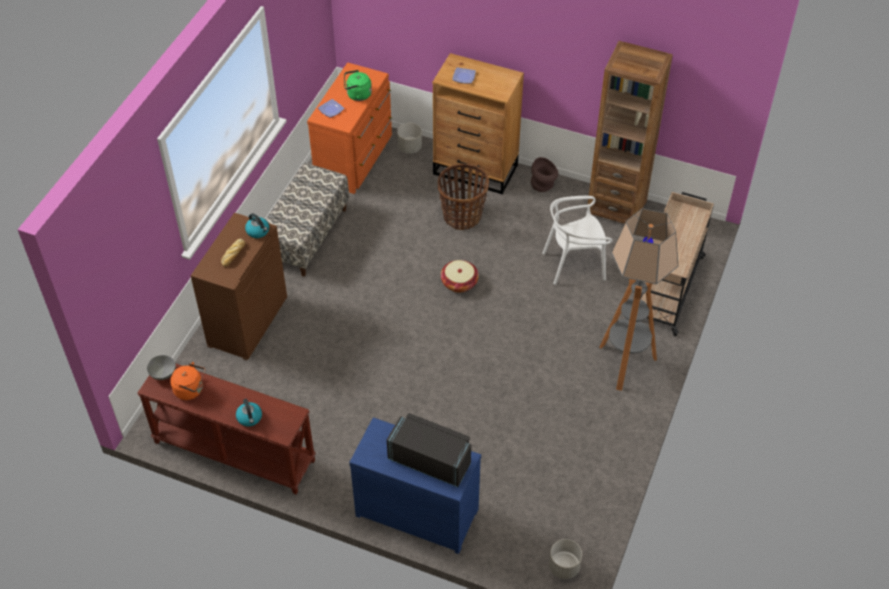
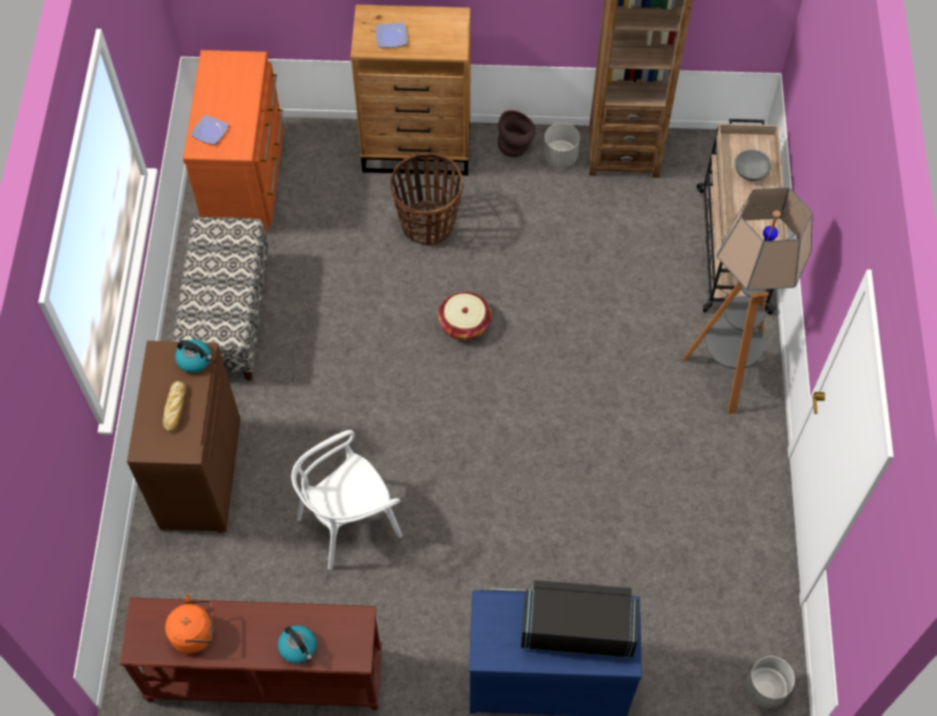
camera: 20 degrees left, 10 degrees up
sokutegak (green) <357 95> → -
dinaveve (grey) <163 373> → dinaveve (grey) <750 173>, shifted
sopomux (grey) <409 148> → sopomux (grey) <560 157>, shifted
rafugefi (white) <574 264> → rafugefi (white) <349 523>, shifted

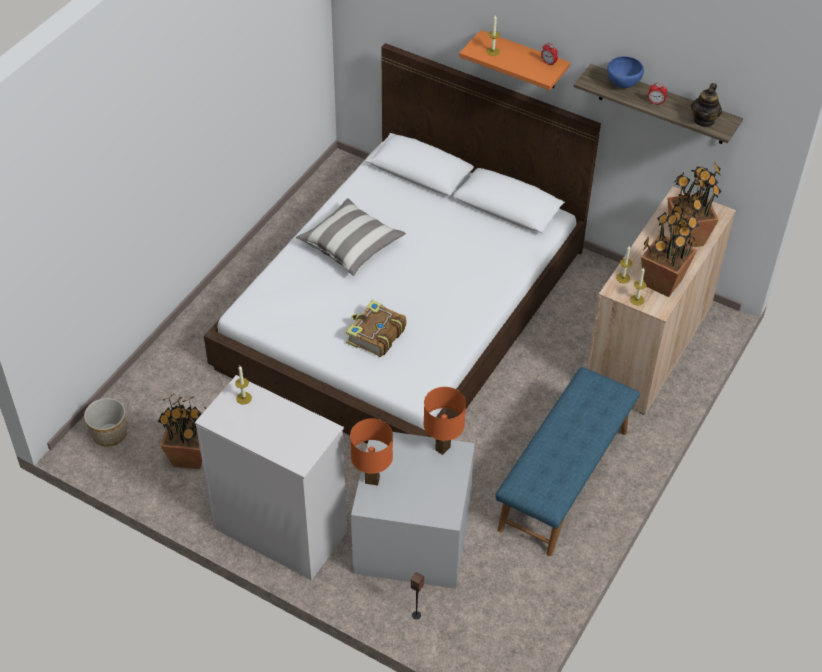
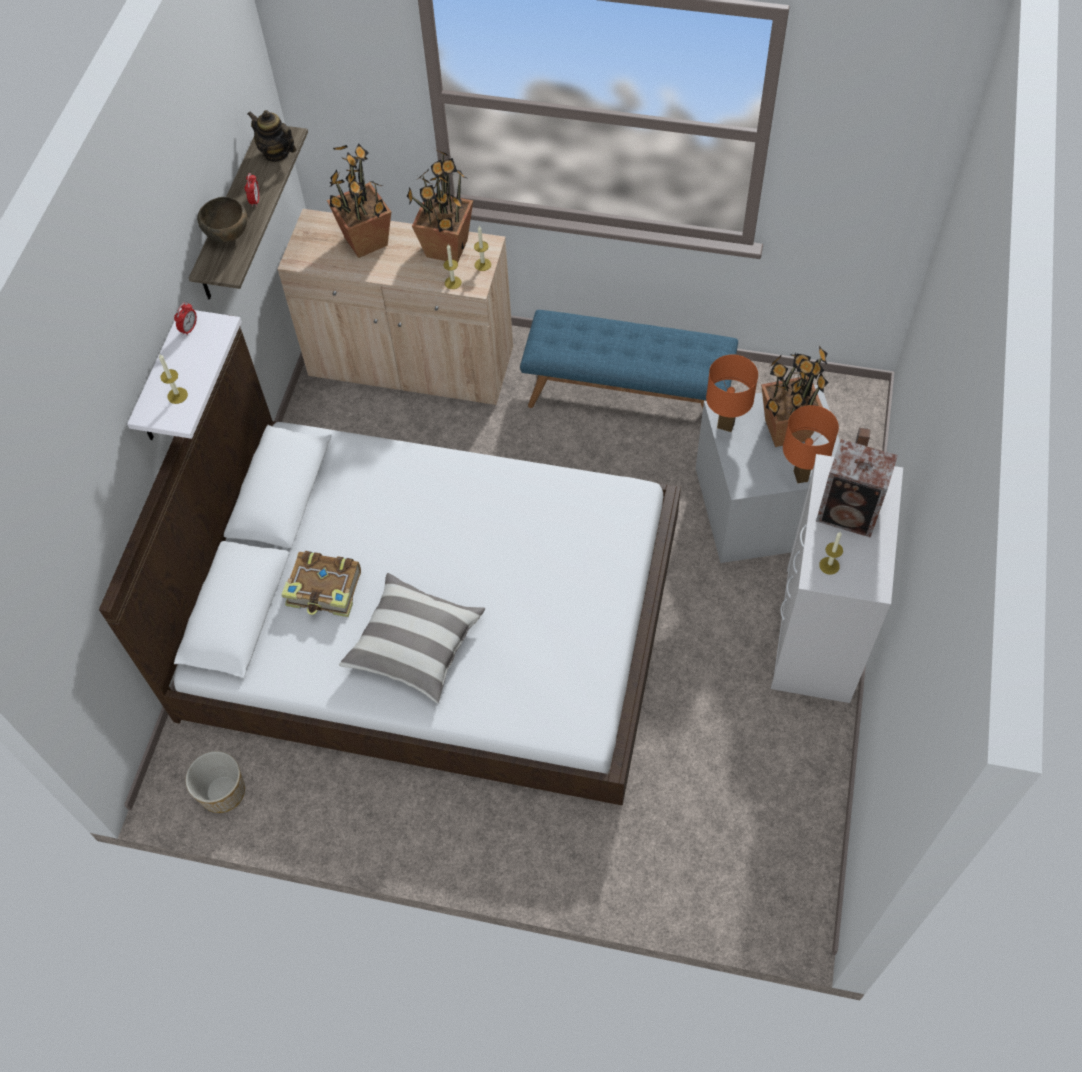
camera: 105 degrees left, 10 degrees up
- → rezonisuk <850 514>
sopomux <110 434> → sopomux <222 791>, shifted
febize <190 456> → febize <785 429>, shifted
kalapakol <375 335> → kalapakol <325 590>, shifted
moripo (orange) <523 60> → moripo (white) <161 381>
dinaveve (blue) <622 86> → dinaveve (brown) <229 237>
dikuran <704 120> → dikuran <276 153>, 150 degrees counterclockwise

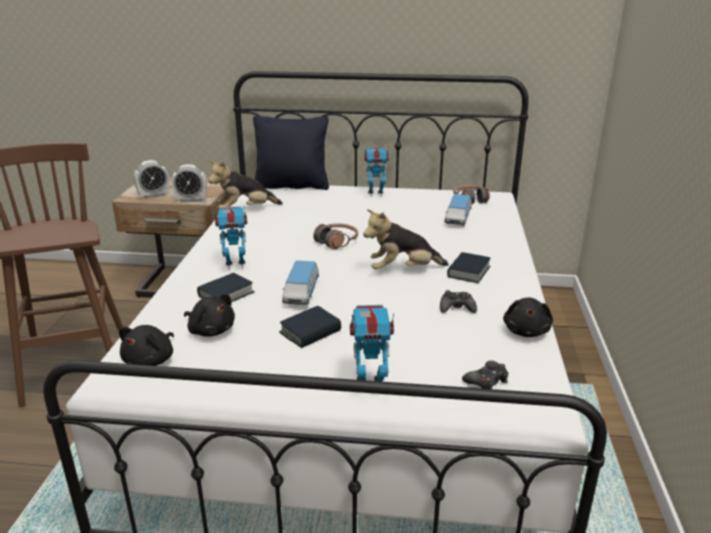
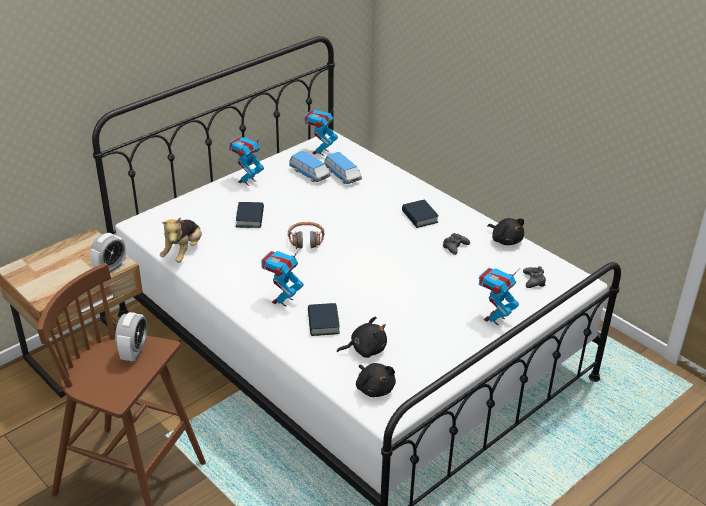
camera: 50 degrees left, 10 degrees up
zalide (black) <292 186> → -
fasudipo <403 270> → -
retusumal <154 195> → retusumal <134 352>, shifted
kalapakol <310 332> → kalapakol <250 218>, shifted
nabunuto <301 294> → nabunuto <309 174>, shifted
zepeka <471 200> → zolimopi <320 152>

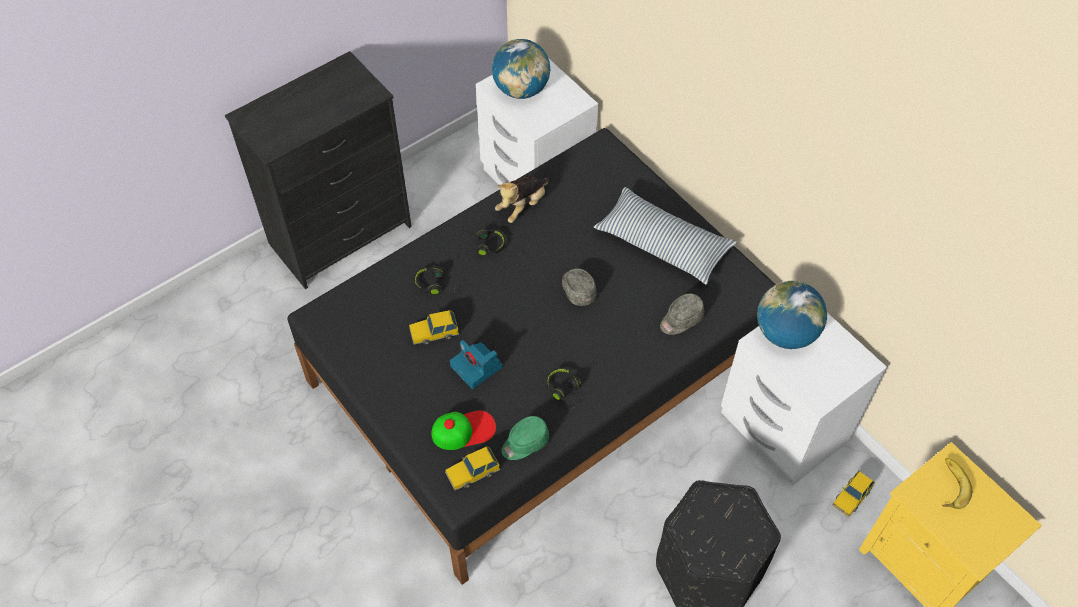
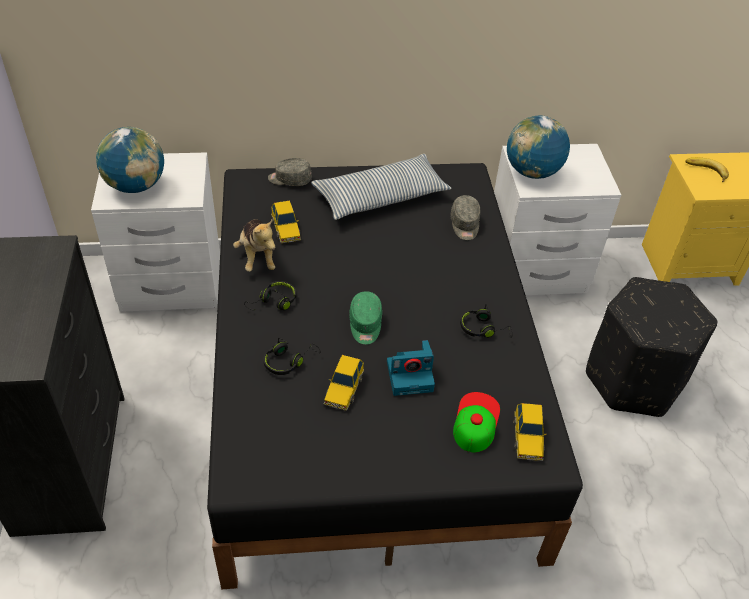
camera: 60 degrees left, 10 degrees down
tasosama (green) <524 443> → tasosama (green) <365 325>, shifted
tasosama (grey) <577 289> → tasosama (grey) <289 179>, shifted
nabunuto <851 496> → nabunuto <286 229>, shifted

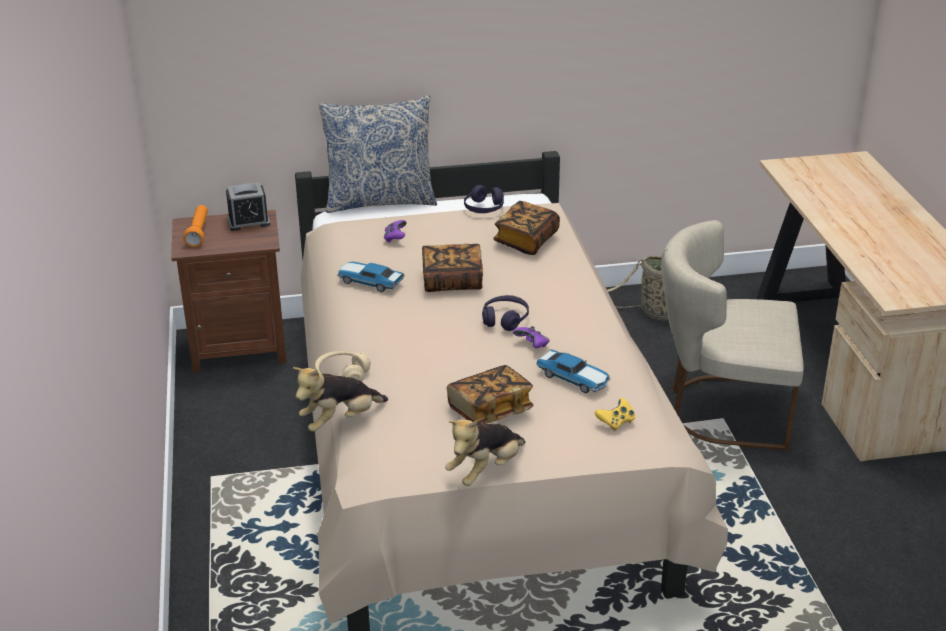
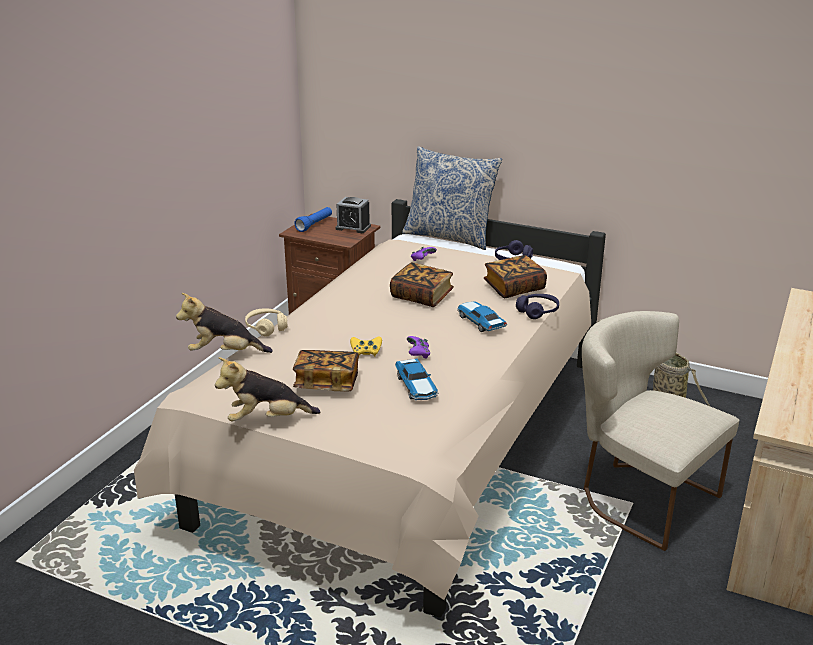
camera: 35 degrees right, 5 degrees down
nabunuto <369 282> → nabunuto <480 322>, shifted
zepeka (purple) <505 319> → zepeka (purple) <537 311>, shifted
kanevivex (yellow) <616 422> → kanevivex (yellow) <366 353>, shifted
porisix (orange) <198 232> → porisix (blue) <314 225>

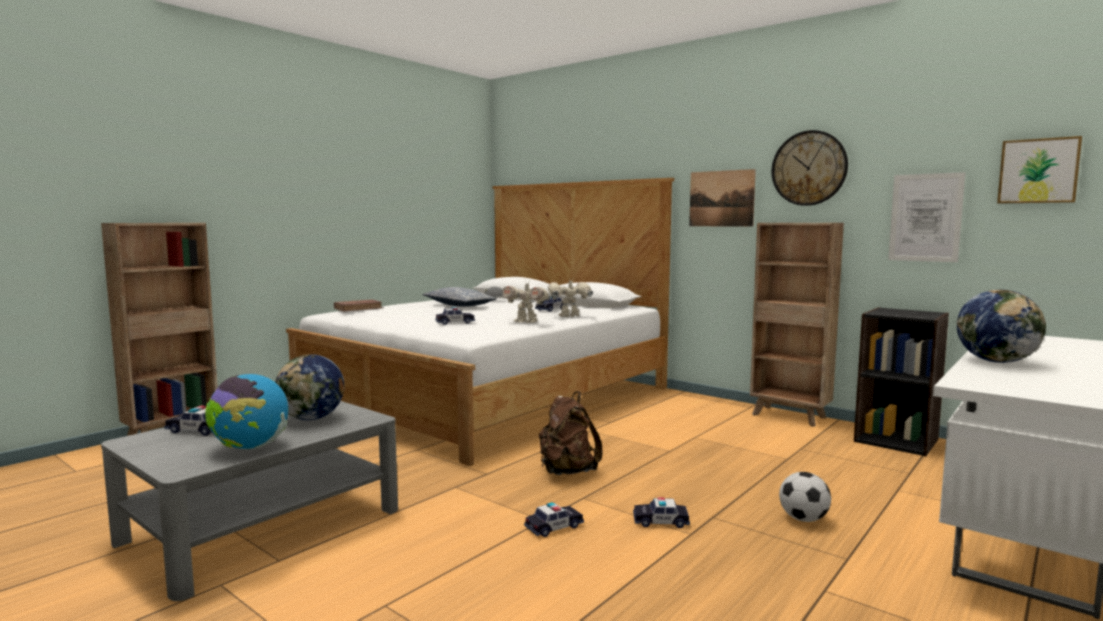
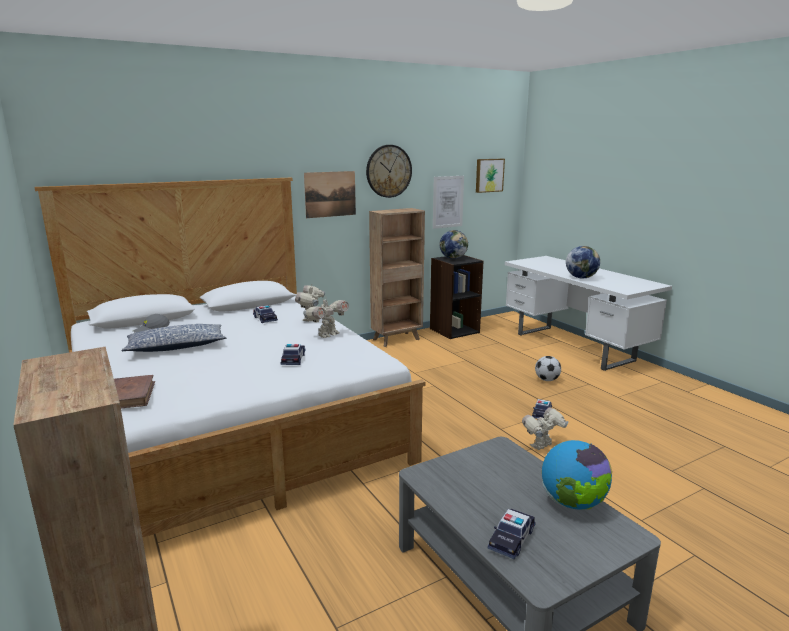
camera: 70 degrees left, 10 degrees up
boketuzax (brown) <567 471> → -
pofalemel <311 418> → pofalemel <453 258>, shifted
nabunuto <554 527> → zolimopi <542 446>

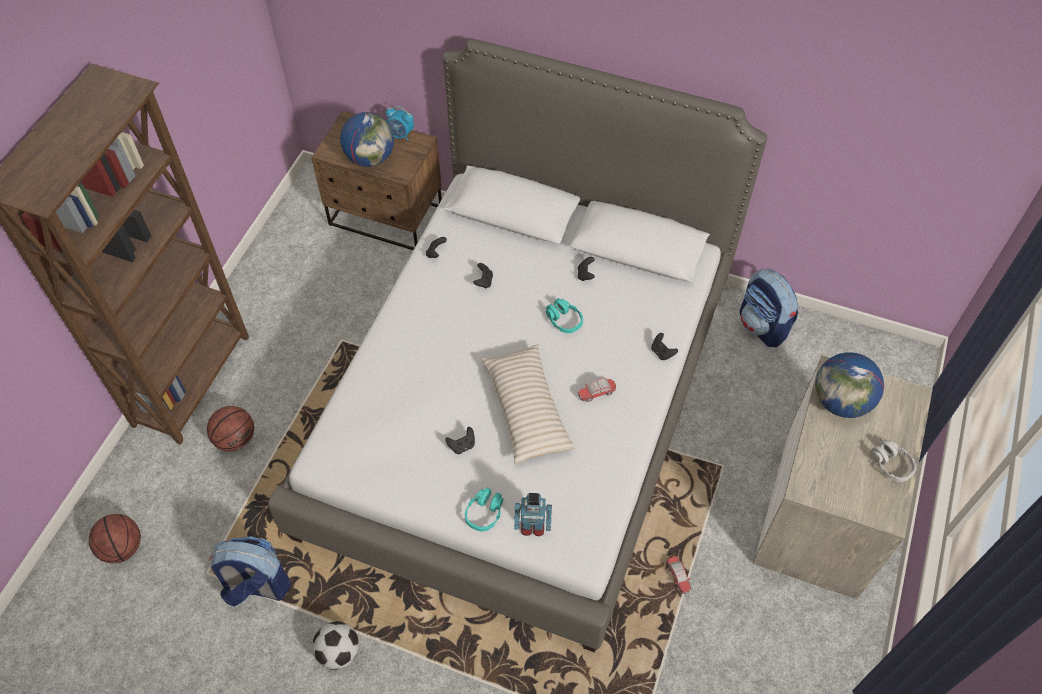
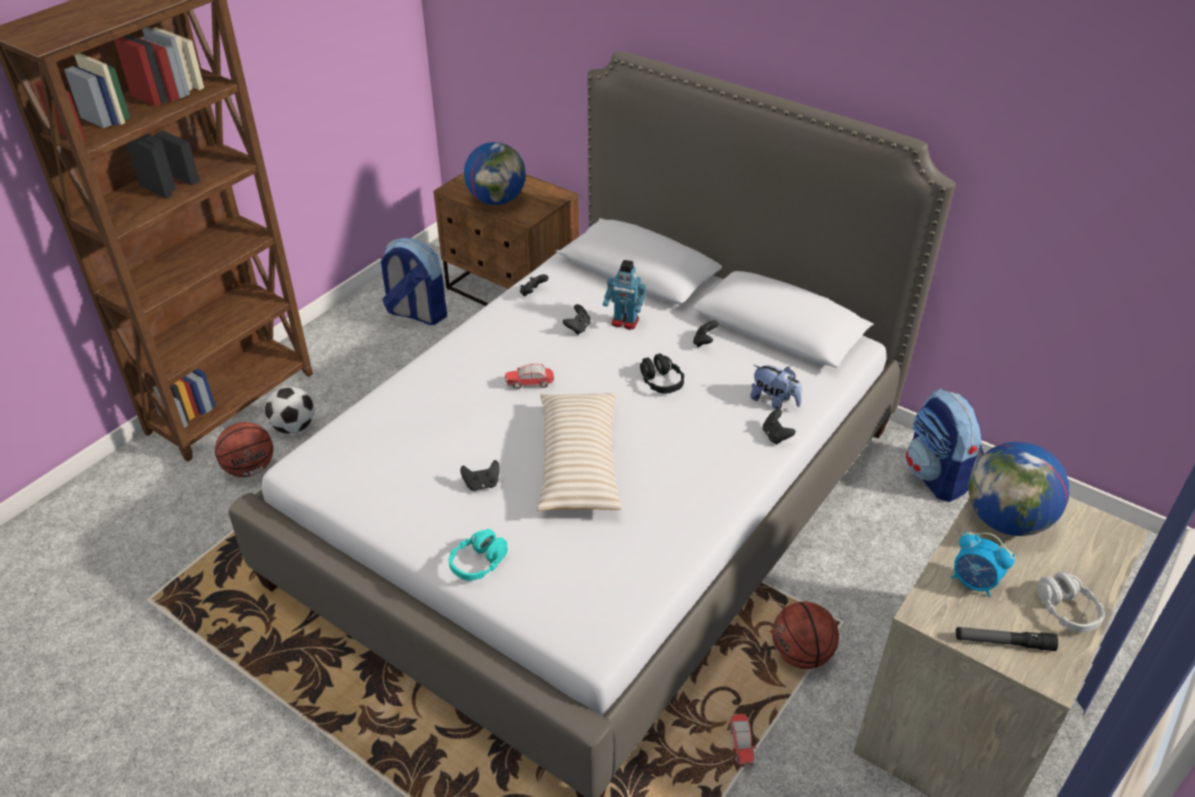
camera: 15 degrees right, 15 degrees down
- → fasudipo <774 401>
- → porisix <1003 642>
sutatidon <122 548> → sutatidon <801 654>, shifted
boketuzax <257 586> → boketuzax <416 314>, shifted
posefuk <339 652> → posefuk <294 427>, shifted
retusumal <400 135> → retusumal <974 582>, shifted
zolimopi <532 527> → zolimopi <625 322>, shifted
nabunuto <596 394> → nabunuto <530 384>, shifted
zepeka (turquoise) <564 320> → zepeka (black) <661 381>

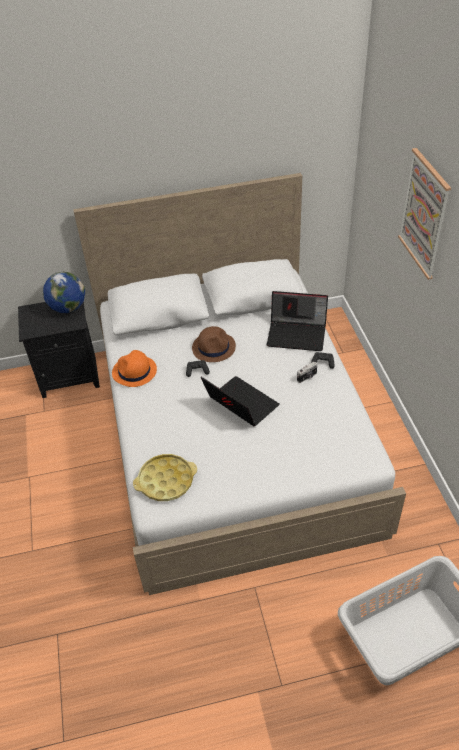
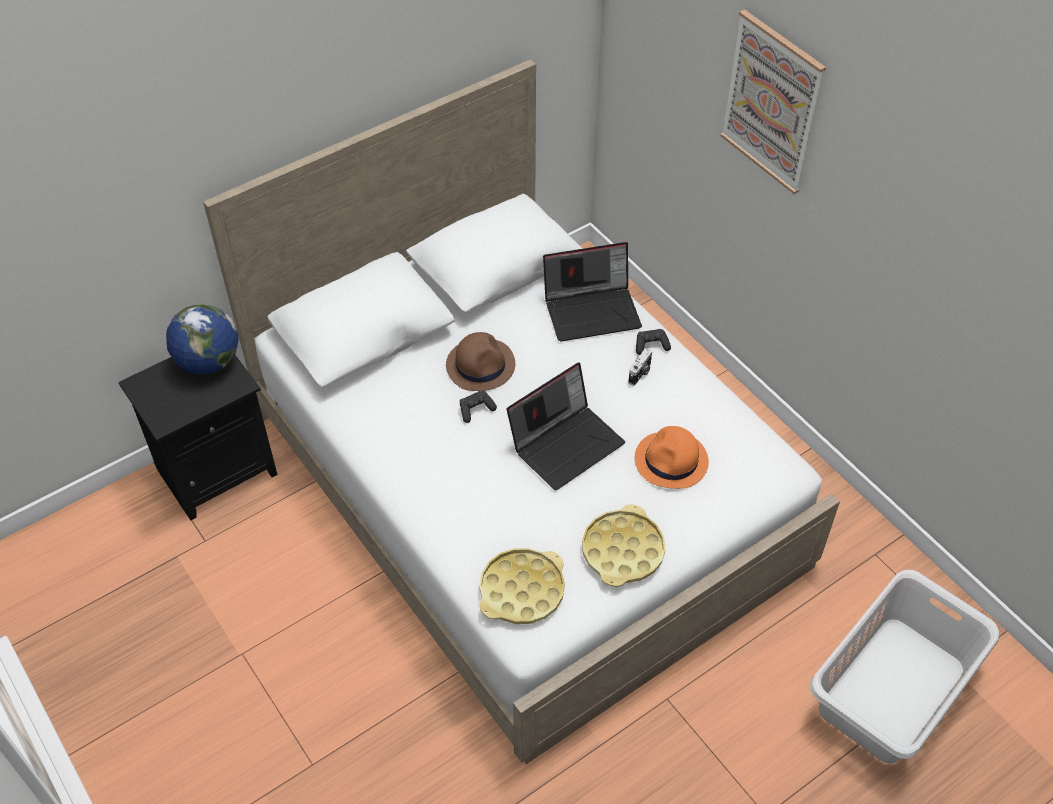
camera: 25 degrees left, 5 degrees up
- → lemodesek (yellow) <622 551>
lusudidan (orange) <134 372> → lusudidan (orange) <671 461>, shifted
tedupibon <240 404> → tedupibon <566 443>, 120 degrees clockwise

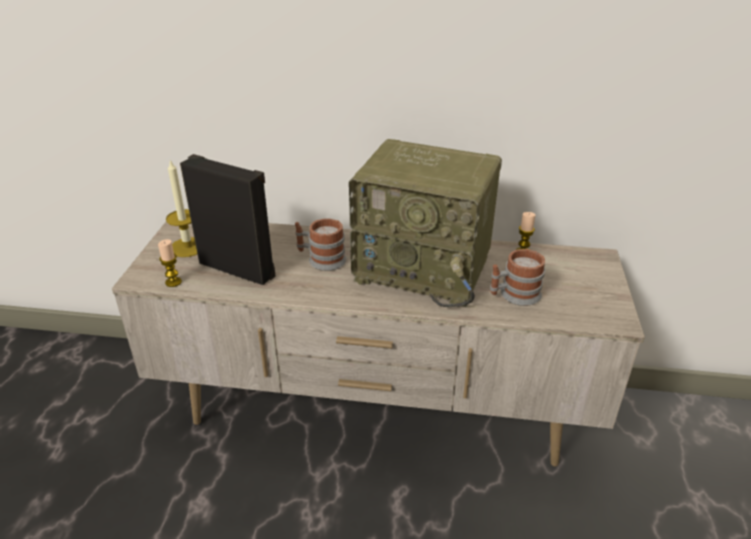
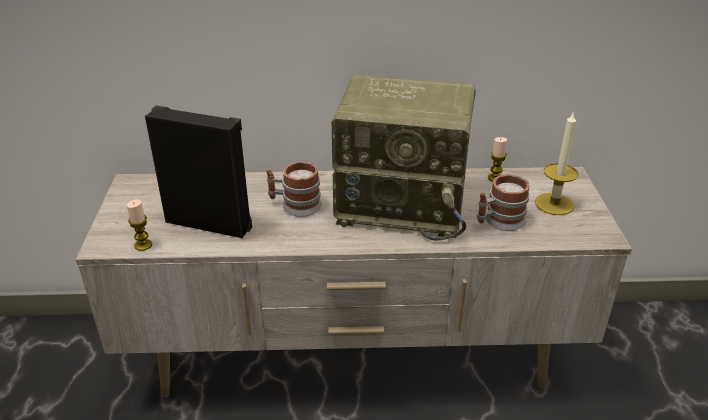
camera: 10 degrees left, 0 degrees up
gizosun <187 247> → gizosun <554 204>, shifted

